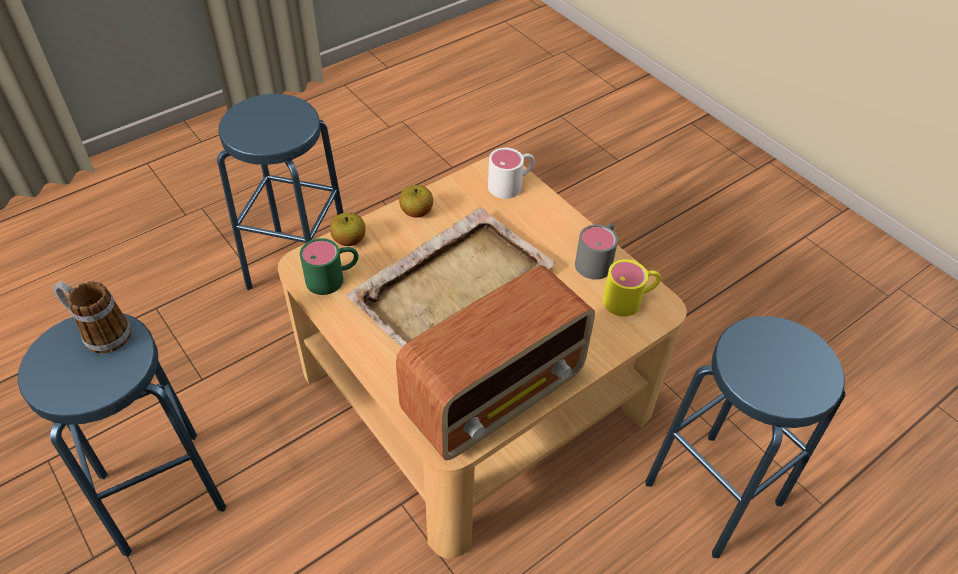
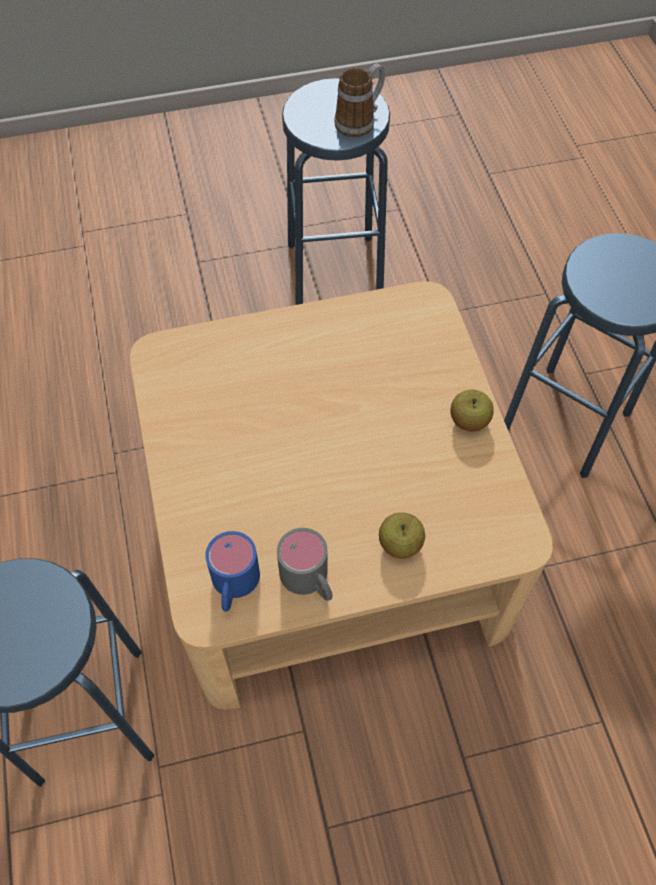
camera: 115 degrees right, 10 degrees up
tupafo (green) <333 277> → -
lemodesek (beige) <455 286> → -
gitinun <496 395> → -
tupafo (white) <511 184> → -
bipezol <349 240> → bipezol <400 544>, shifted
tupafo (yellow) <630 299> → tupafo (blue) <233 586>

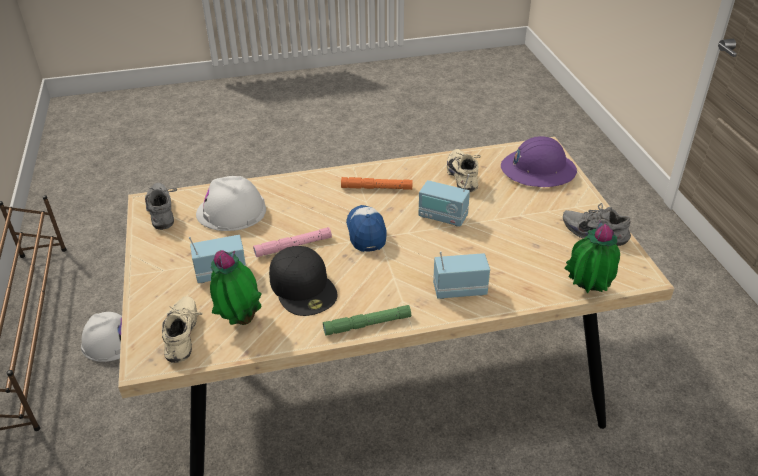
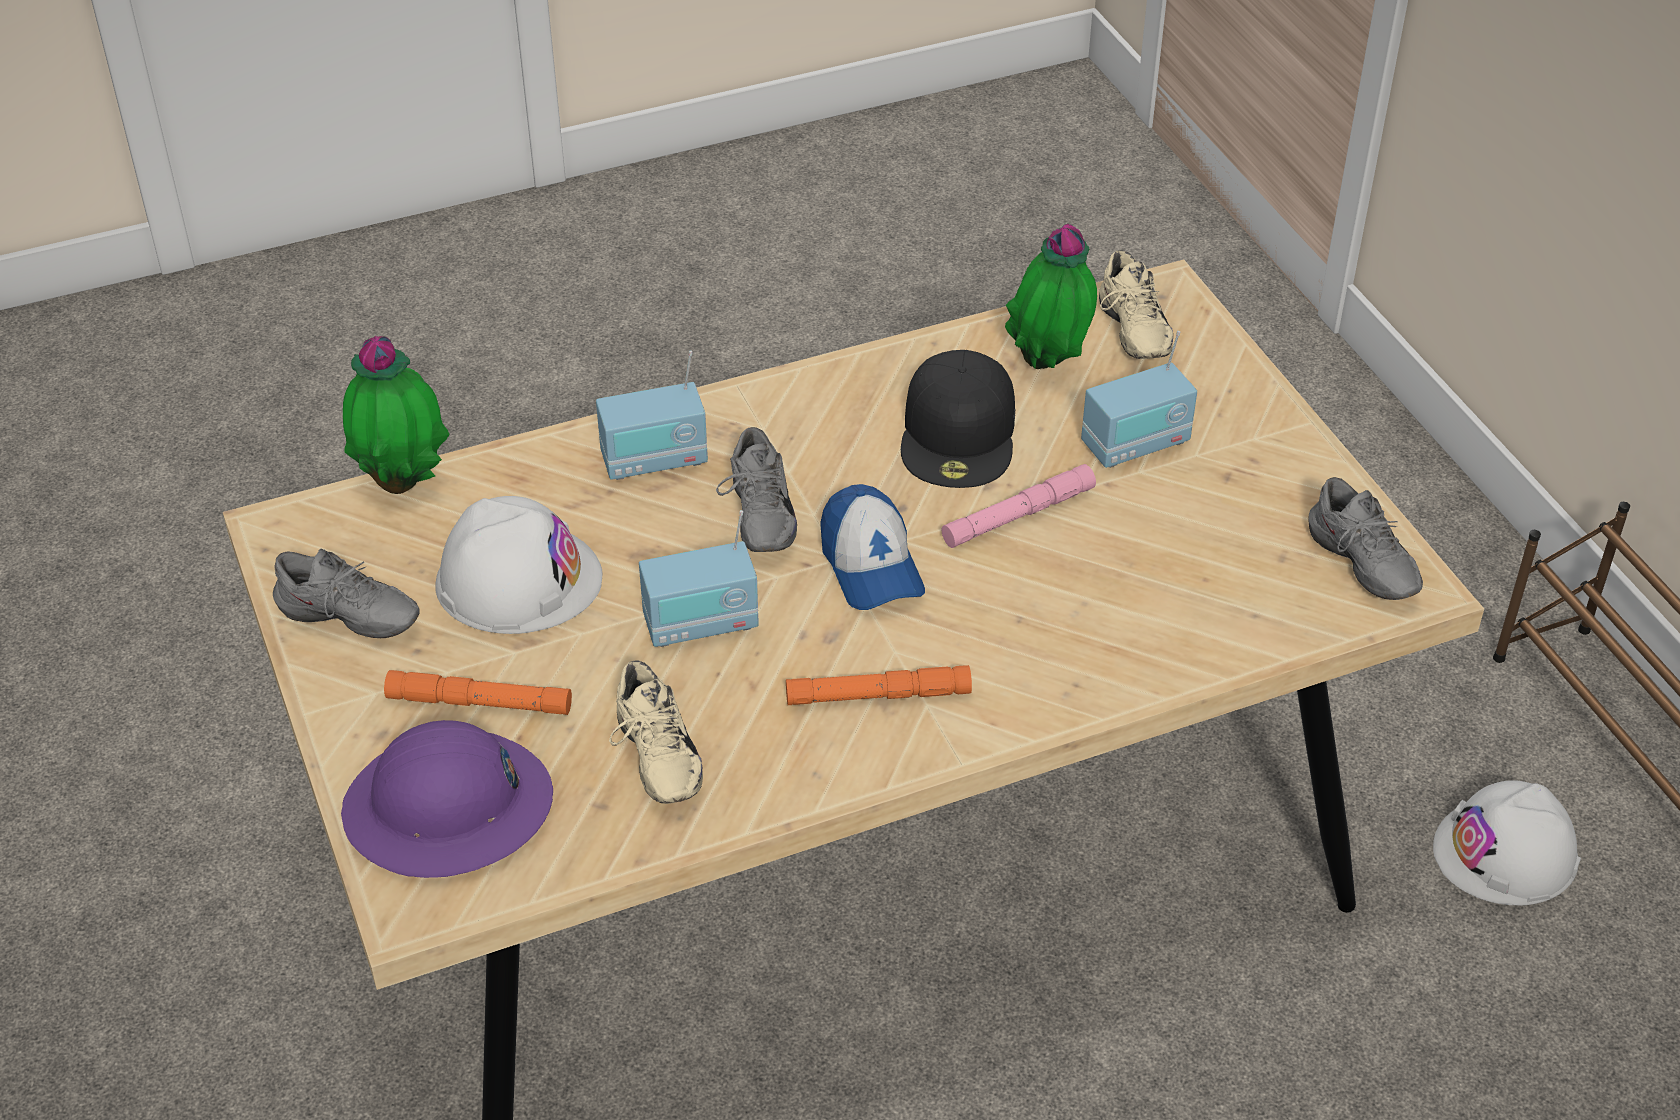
camera: 170 degrees right, 5 degrees up
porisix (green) <367 324> → -
- → porisix (orange) <479 702>
- → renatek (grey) <757 517>
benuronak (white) <231 212> → benuronak (white) <518 579>, shifted
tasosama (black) <303 287> → tasosama (black) <960 434>, 135 degrees counterclockwise
gitinun <442 217> → gitinun <701 624>, 150 degrees clockwise

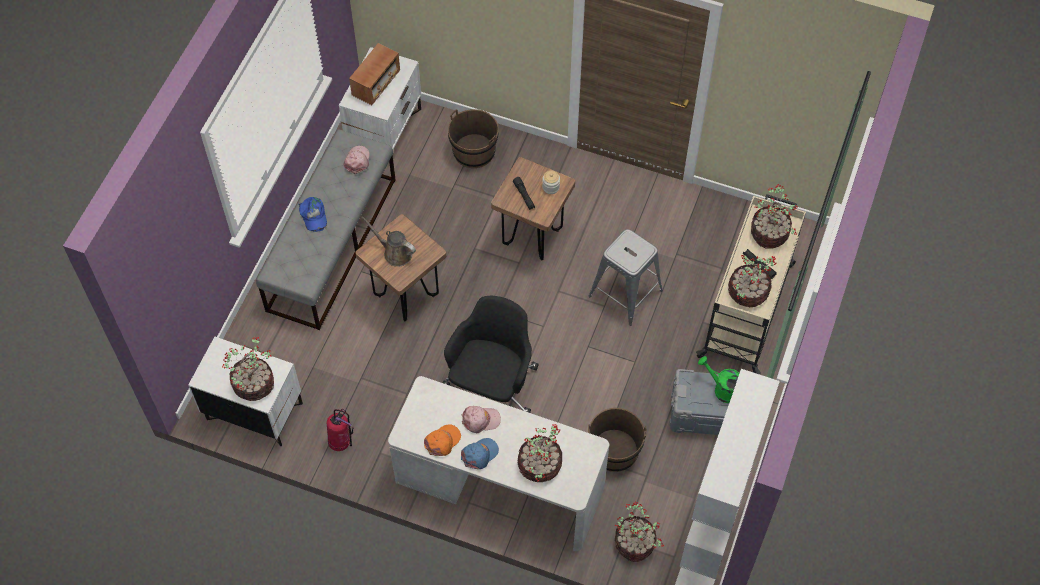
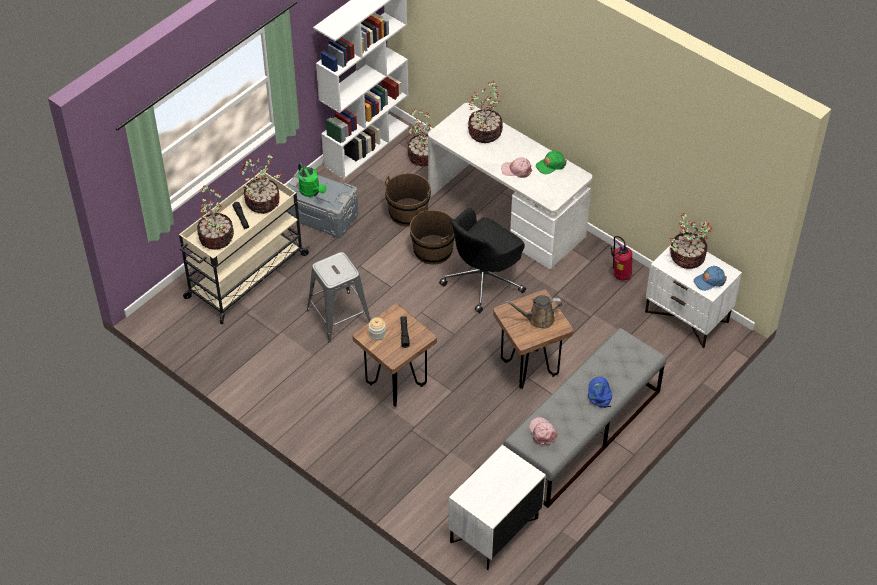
camera: 160 degrees left, 10 degrees down
gitinun <376 83> → -
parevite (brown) <474 151> → parevite (brown) <433 250>, shifted
tasosama (blue) <479 454> → tasosama (blue) <709 280>, shifted
tasosama (orange) <442 441> → tasosama (green) <551 165>
tasosama (pink) <357 161> → tasosama (pink) <542 432>, 135 degrees clockwise
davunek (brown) <395 253> → davunek (brown) <538 319>, 120 degrees clockwise

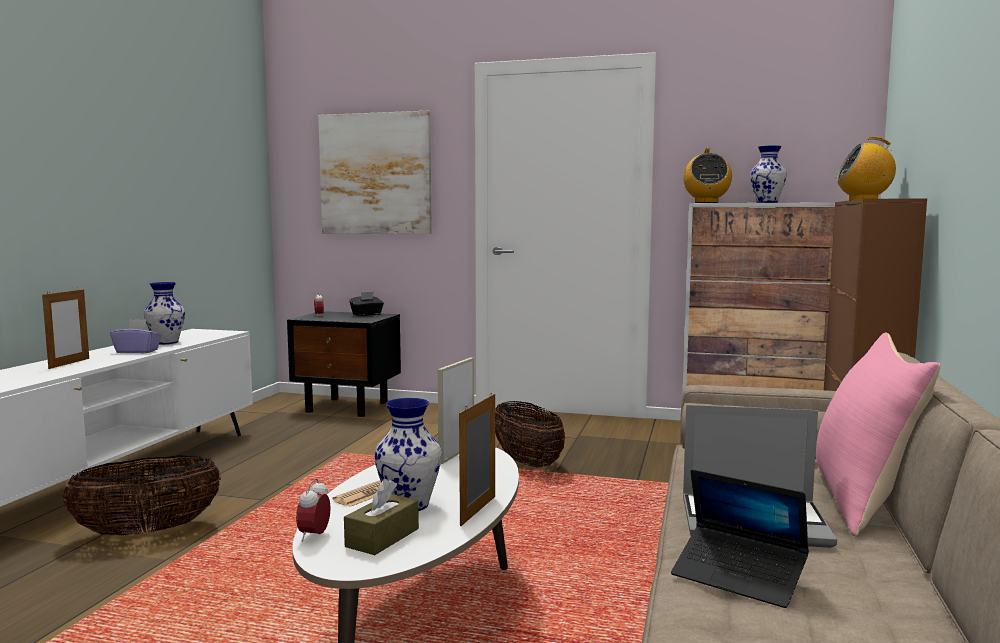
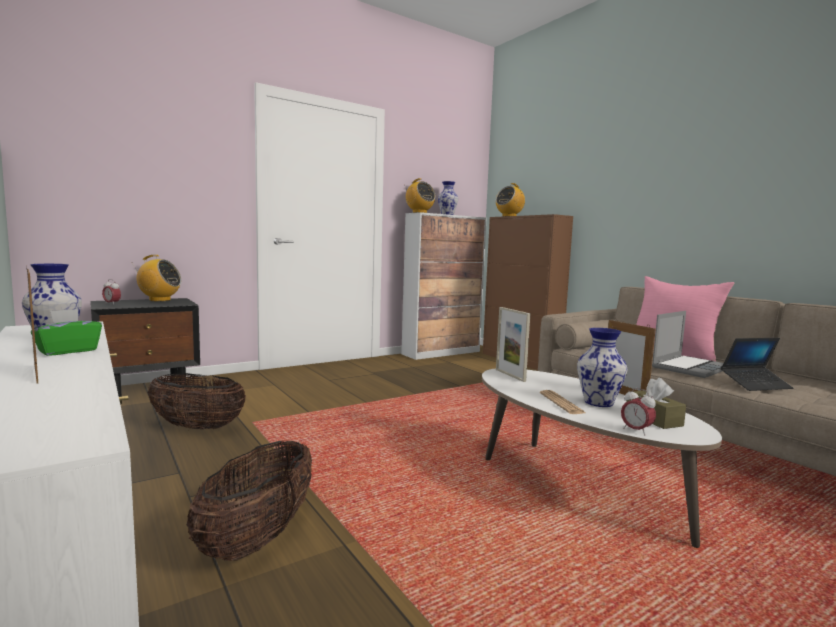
camera: 50 degrees left, 0 degrees up
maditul <375 174> → -
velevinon <527 462> → velevinon <197 427>, shifted
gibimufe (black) <367 314> → gitinun <159 300>
gibimufe (purple) <137 351> → gibimufe (green) <68 351>

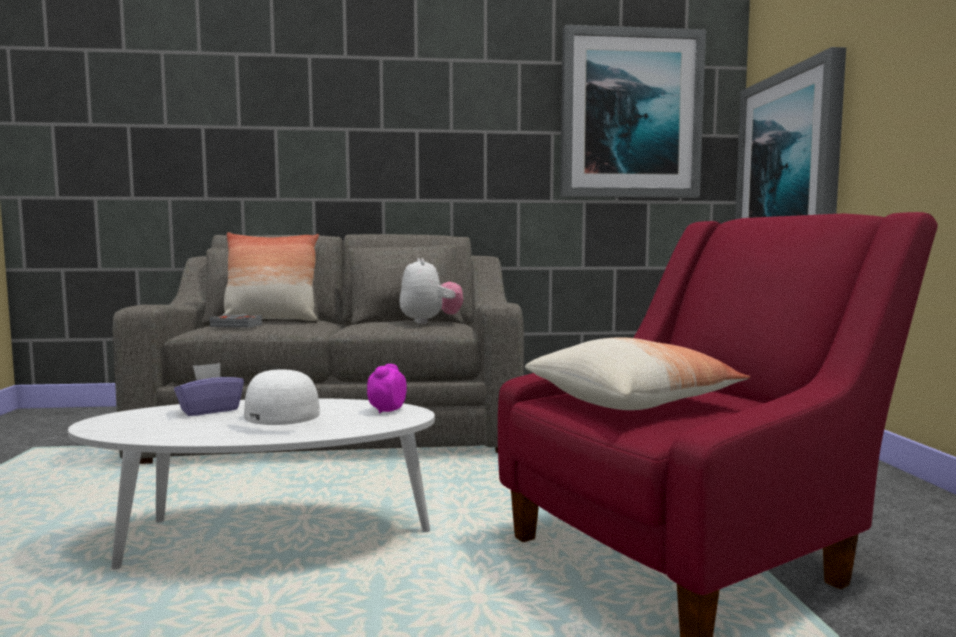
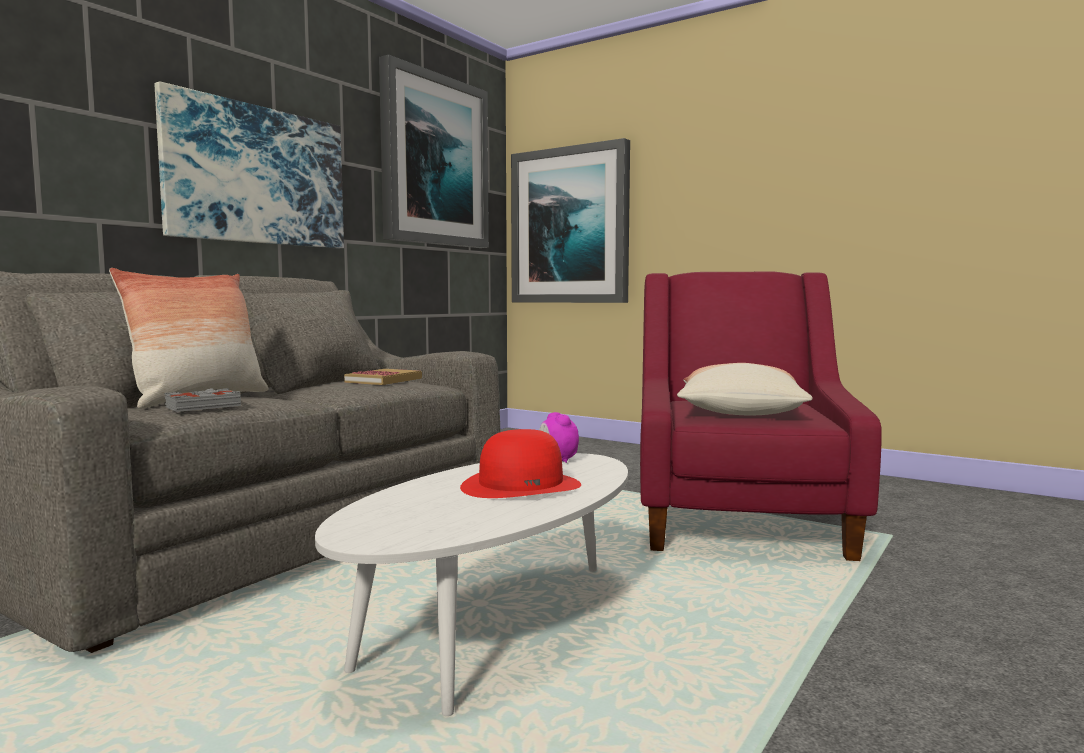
camera: 50 degrees left, 0 degrees up
gibimufe (purple) <209 410> → -
- → maditul <257 175>
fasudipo <430 322> → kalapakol <384 380>
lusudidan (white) <283 419> → lusudidan (red) <521 485>

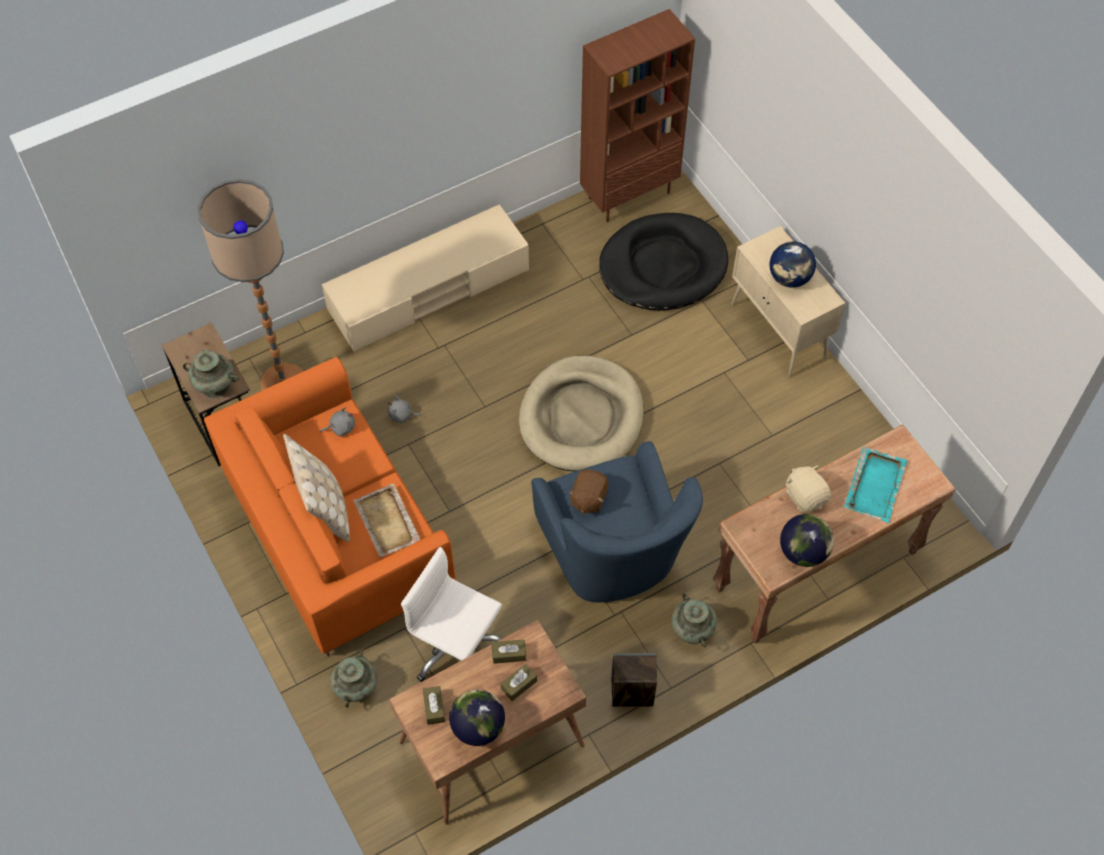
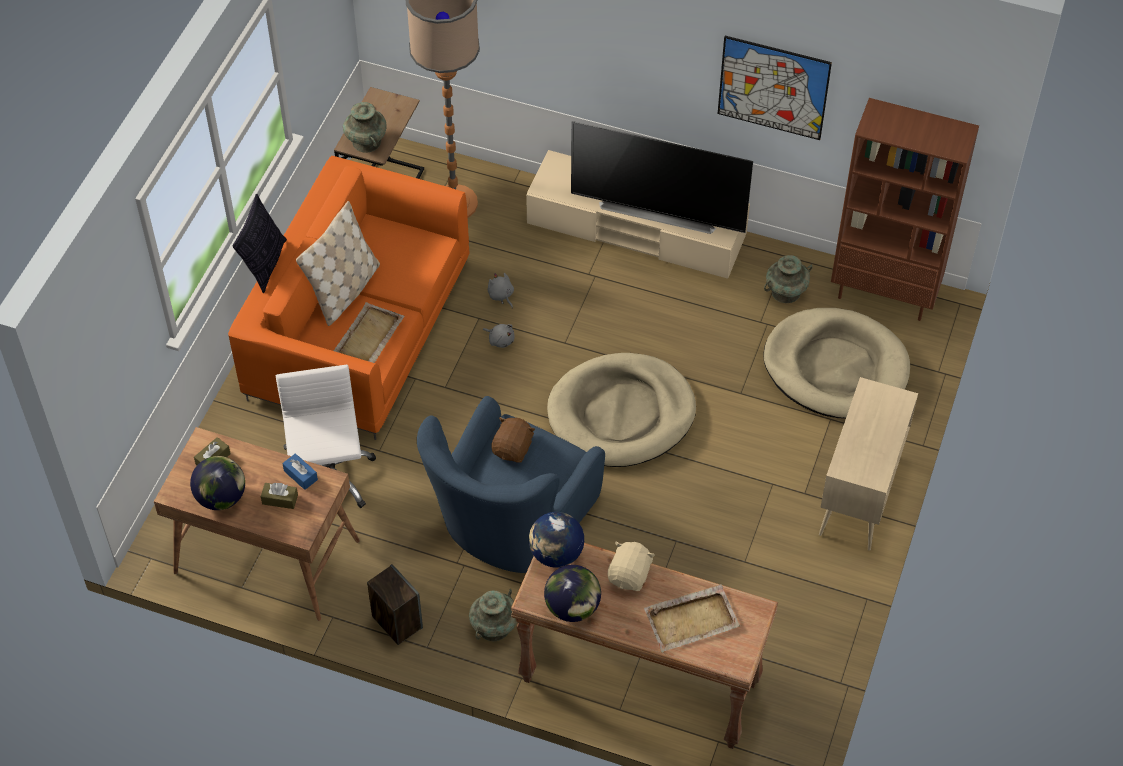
camera: 50 degrees right, 5 degrees down
- → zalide <265 264>
- → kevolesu <659 210>
- → maditul <773 87>
fasudipo (grey) <341 427> → fasudipo (grey) <500 340>, shifted
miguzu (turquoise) <356 687> → miguzu (turquoise) <786 292>, shifted
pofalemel <789 278> → pofalemel <556 554>, shifted
gibimufe (brown) <509 654> → gibimufe (blue) <300 475>
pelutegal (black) <662 266> → pelutegal (beige) <835 367>
lemodesek (turquoise) <875 485> → lemodesek (beige) <692 619>
fasudipo (brown) <588 498> → fasudipo (brown) <513 449>, 135 degrees clockwise

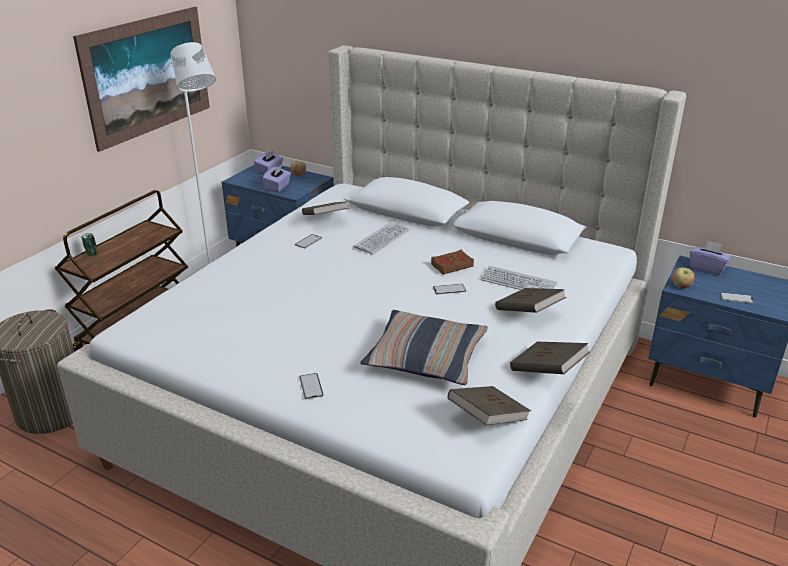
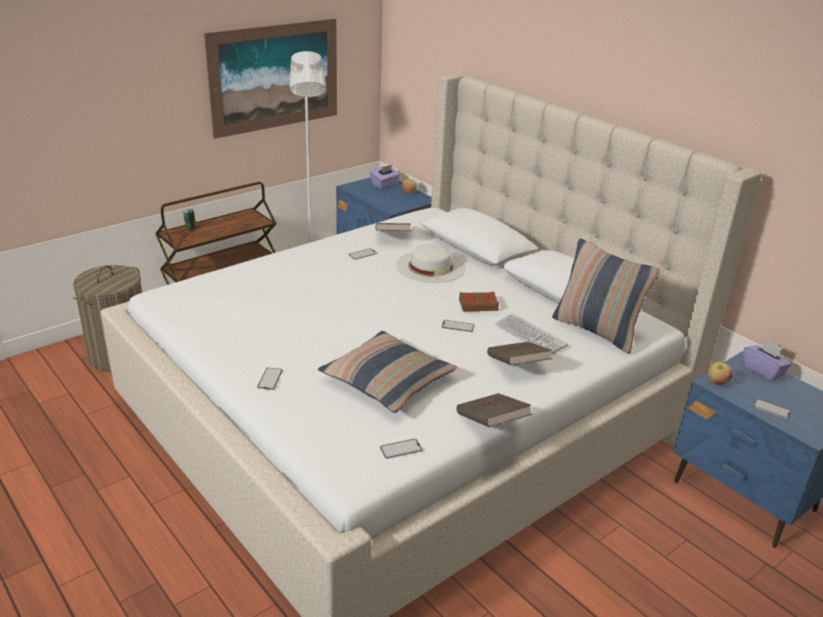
camera: 20 degrees right, 0 degrees up
gibimufe (purple) <278 187> → -
- → zalide <596 330>
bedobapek <382 239> → lusudidan (white) <431 266>
kalapakol (brown) <487 418> → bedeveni <401 449>

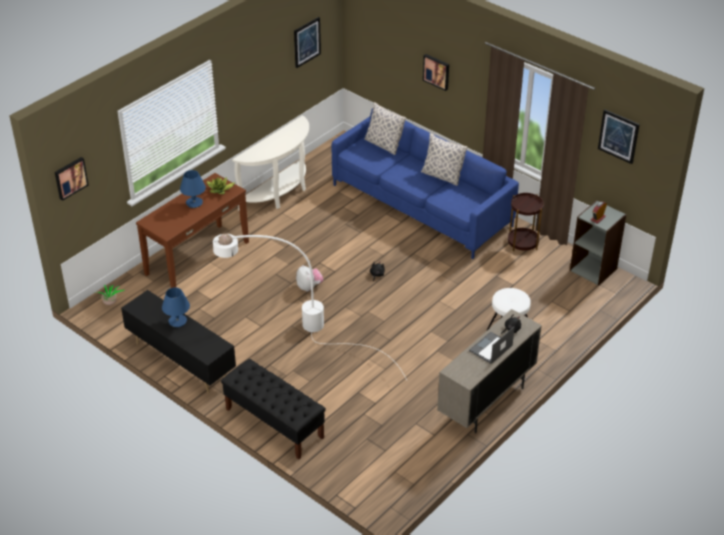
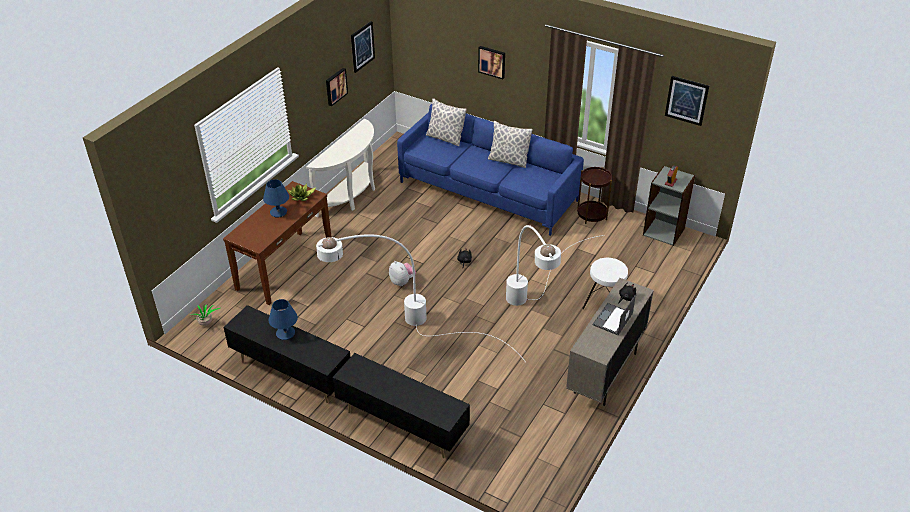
camera: 10 degrees left, 0 degrees up
- → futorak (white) <535 313>
maditul <70 178> → maditul <335 86>, shifted
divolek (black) <274 423> → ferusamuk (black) <402 425>

